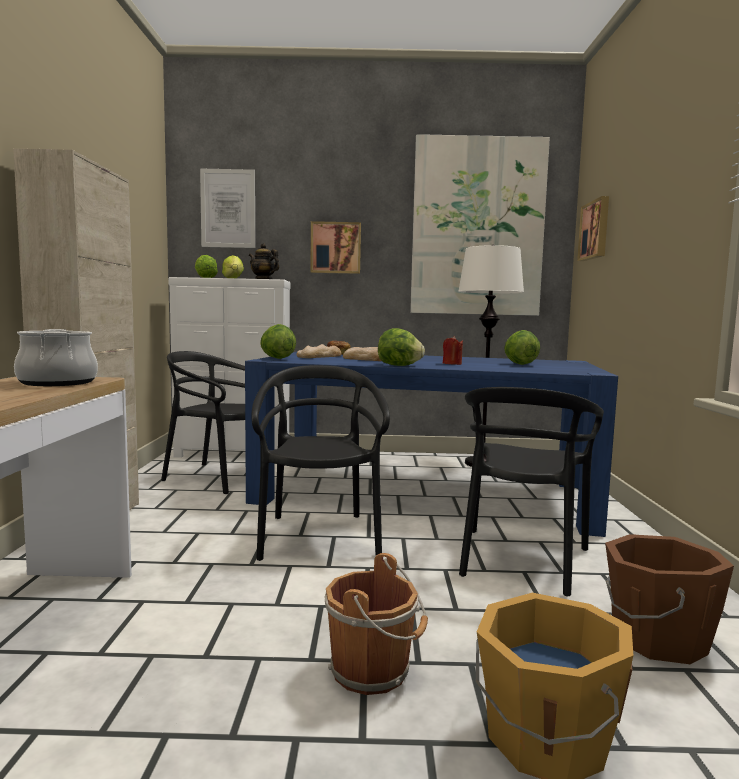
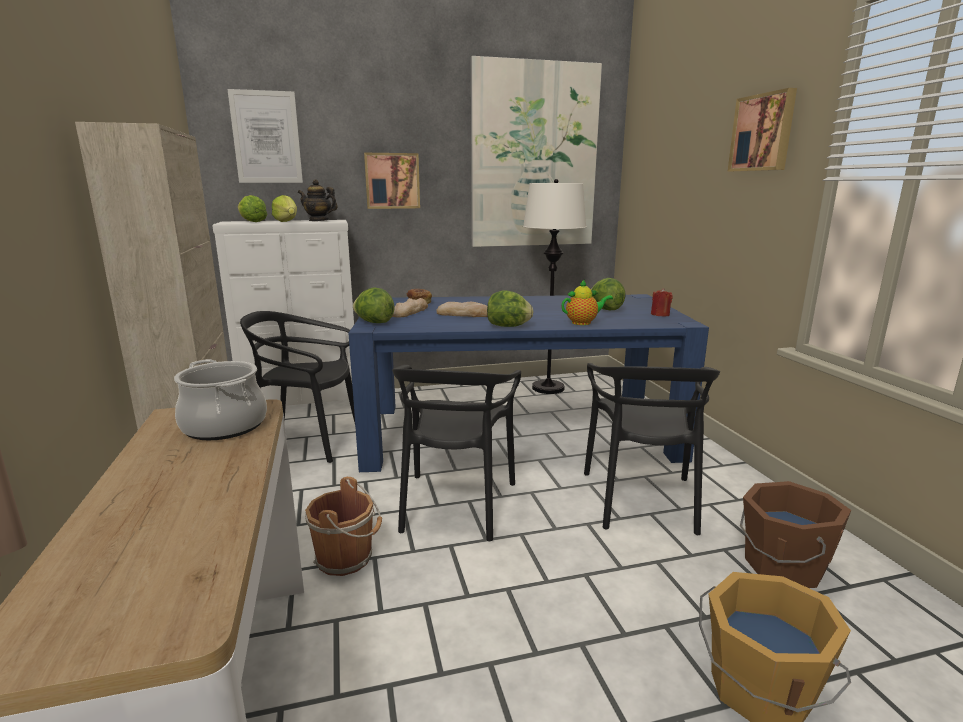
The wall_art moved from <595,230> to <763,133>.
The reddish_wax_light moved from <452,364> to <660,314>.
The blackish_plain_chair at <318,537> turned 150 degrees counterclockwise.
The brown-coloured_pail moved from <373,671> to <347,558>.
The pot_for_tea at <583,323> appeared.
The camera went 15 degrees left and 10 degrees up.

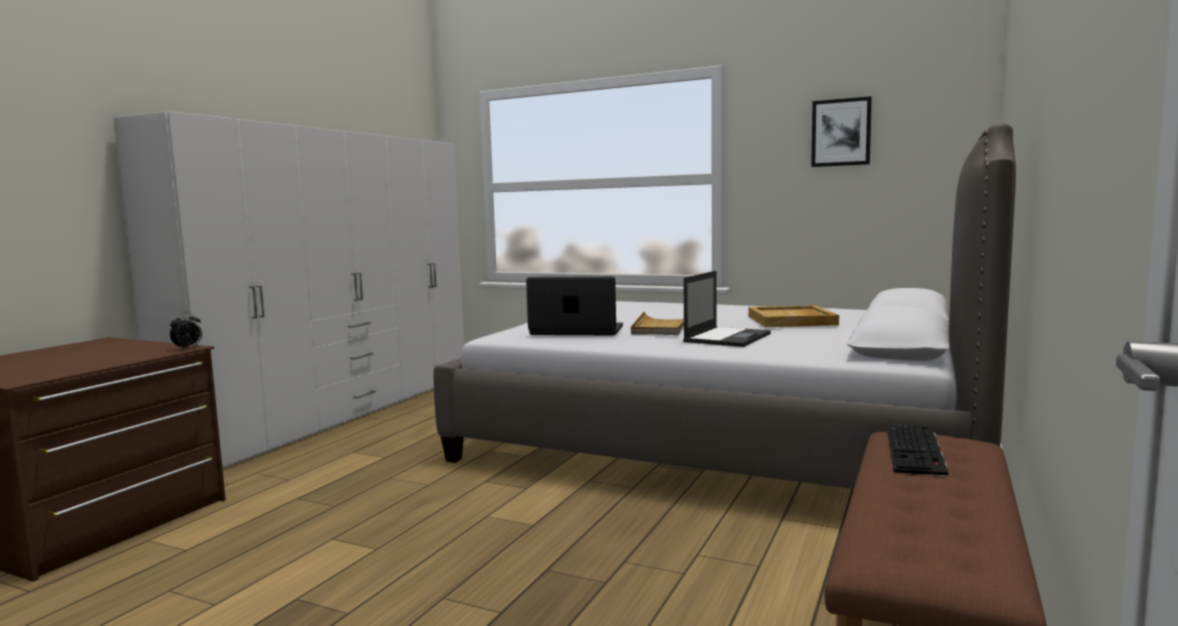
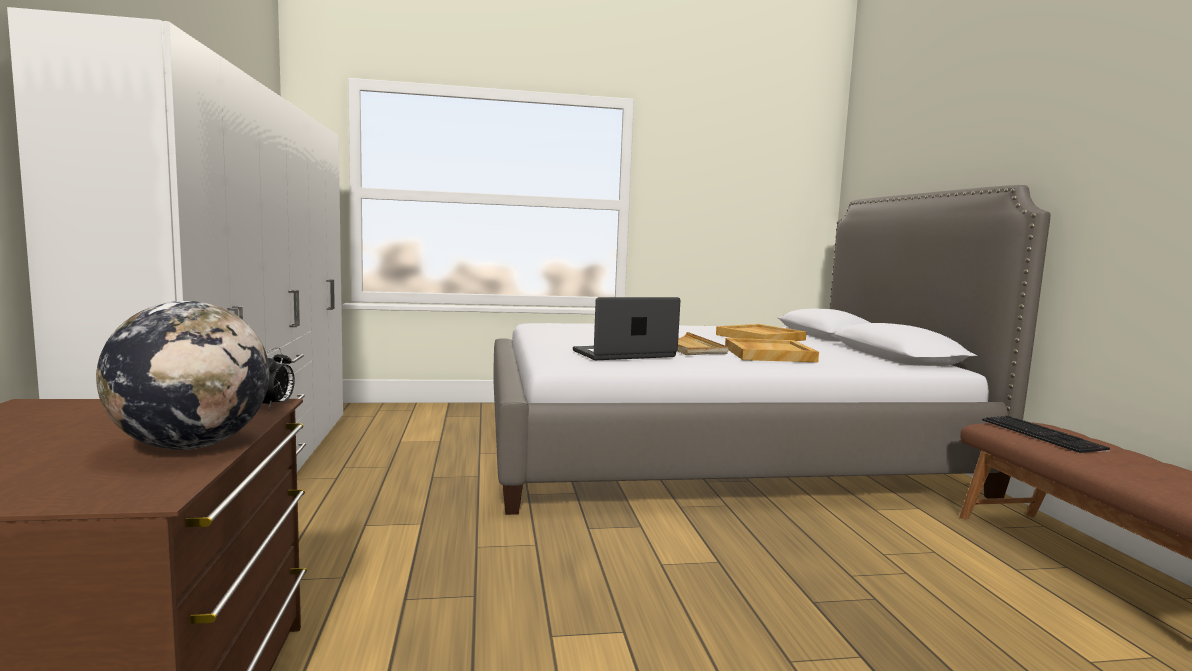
The wall_art at <841,132> disappeared.
The laptop at <727,337> was replaced by the sand-coloured_carrying_tray at <768,354>.
The globe at <191,446> appeared.
The camera went 35 degrees left and 0 degrees up.

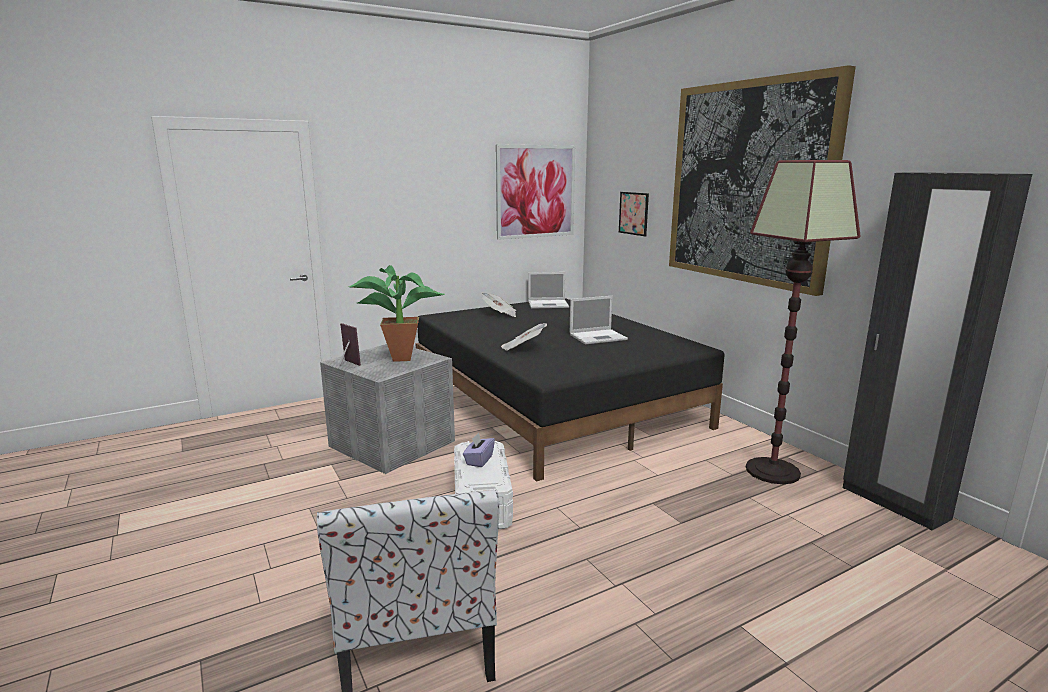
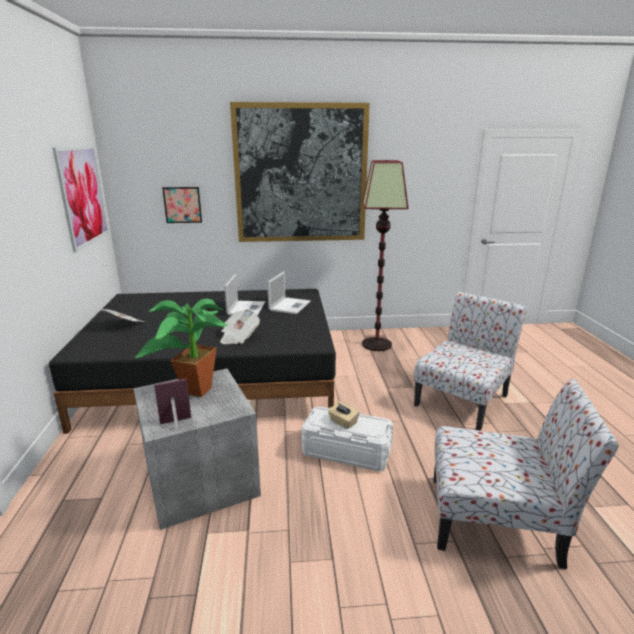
The blackish_armoire at <894,503> disappeared.
The laptop moved from <549,304> to <290,306>.
The purple-coloured_tissue_holder at <479,460> became the sand-coloured_tissue_holder at <343,422>.
The plain_chair at <463,399> appeared.
The camera went 65 degrees left and 5 degrees up.

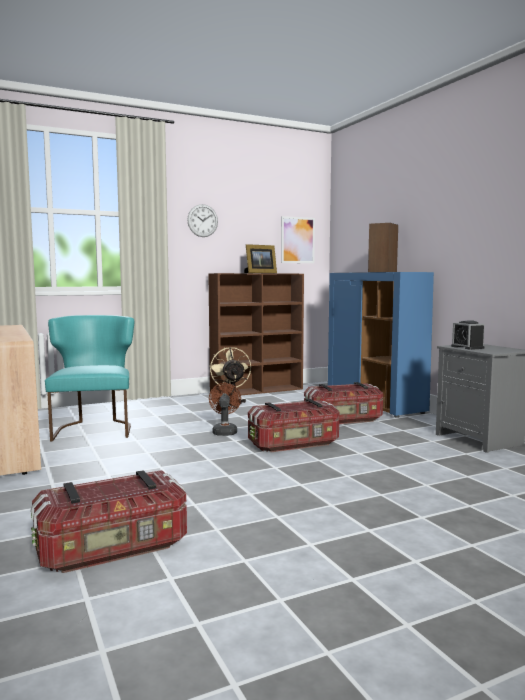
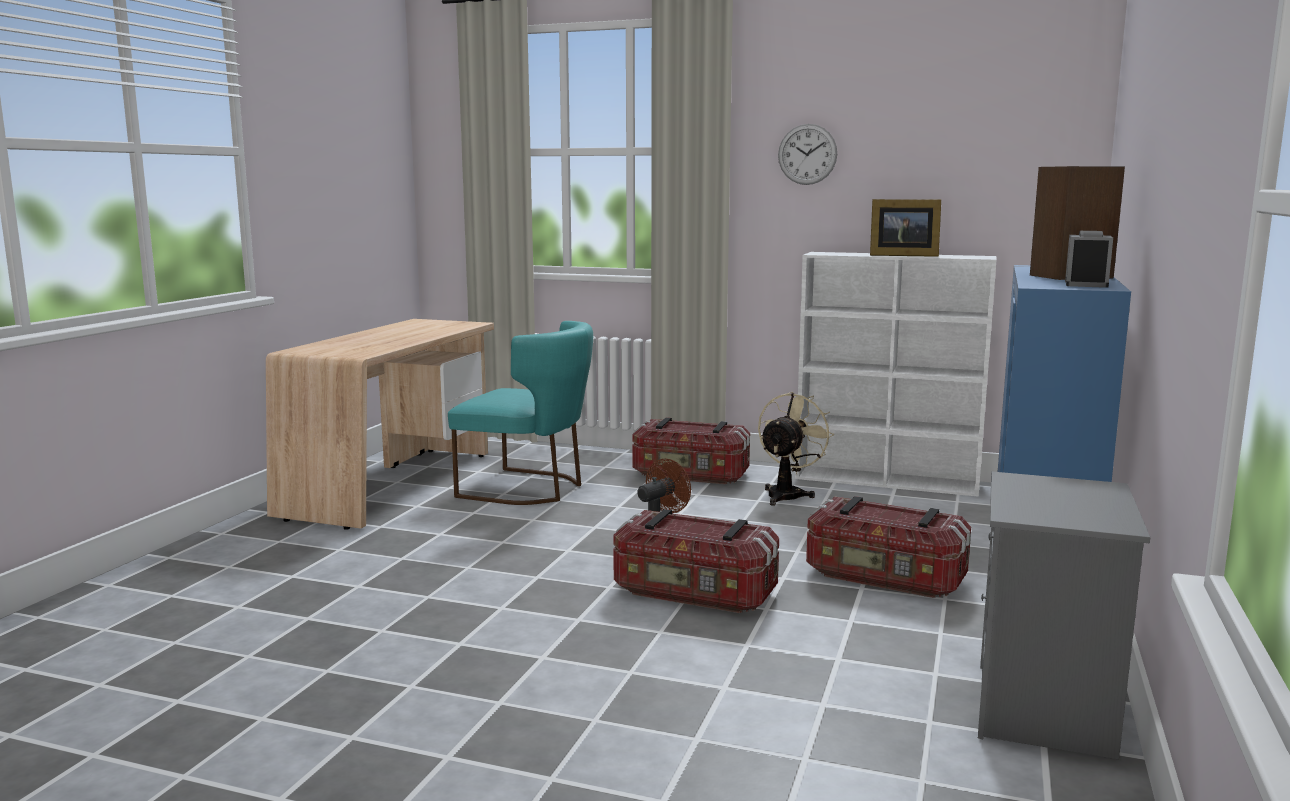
The wall_art at <297,240> disappeared.
The brown-coloured_bookshelf at <258,391> became the white-coloured_bookshelf at <888,481>.
The turquoise-coloured_plain_chair at <94,429> turned 75 degrees clockwise.
The bedside_clock moved from <467,347> to <1086,284>.
The storage_bin moved from <113,549> to <690,475>.
The camera went 45 degrees right and 5 degrees up.

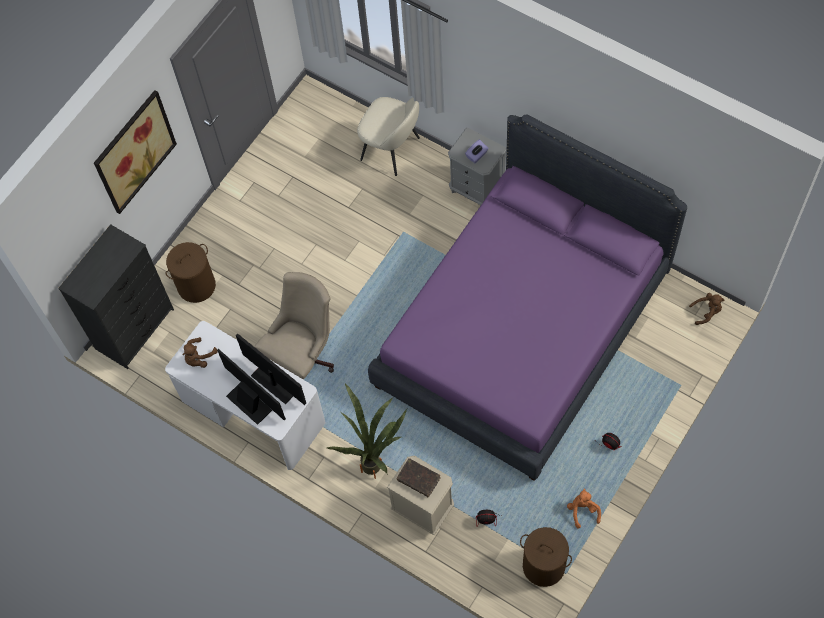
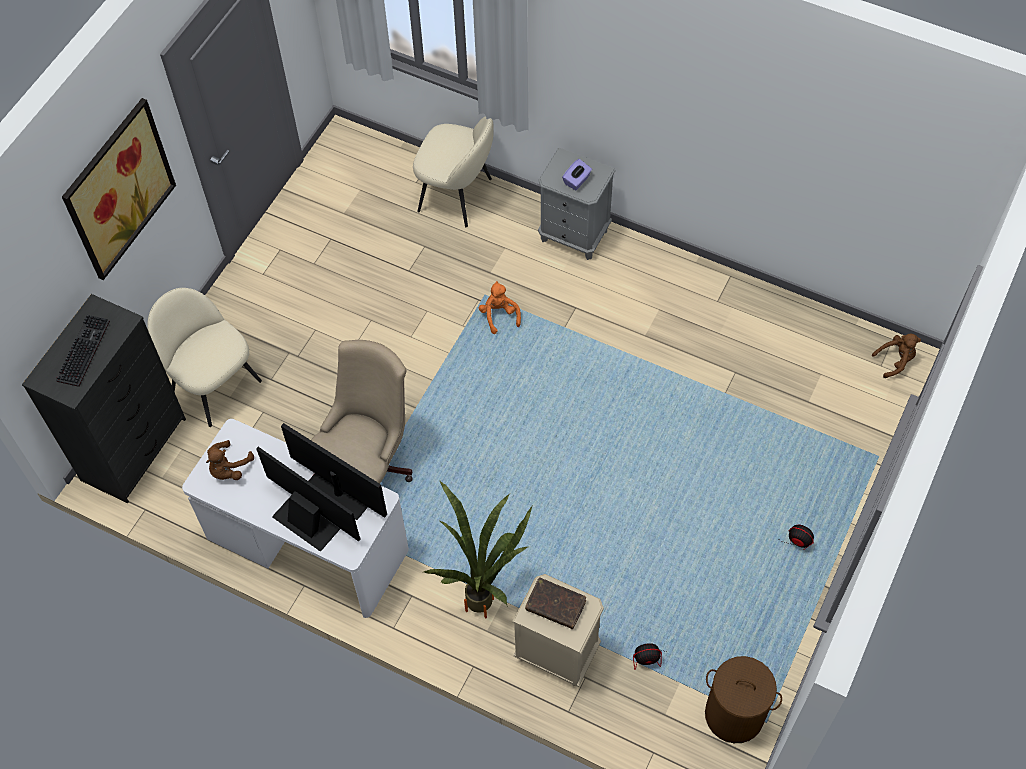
The purple-coloured_bed at <522,330> disappeared.
The brown-coloured_washing_basket at <196,285> was replaced by the sand-coloured_plain_chair at <214,385>.
The orange-coloured_cuddly_toy moved from <583,511> to <499,315>.
The PC_keyboard at <82,349> appeared.
The camera went 10 degrees left and 5 degrees down.

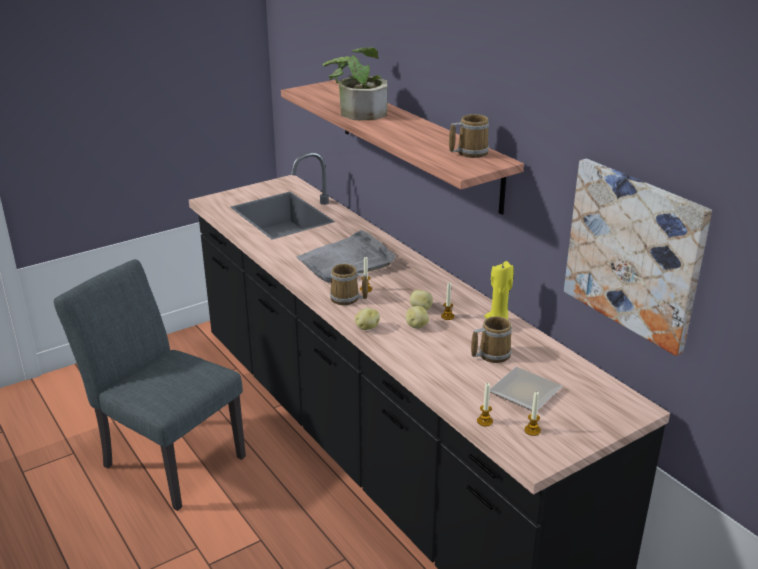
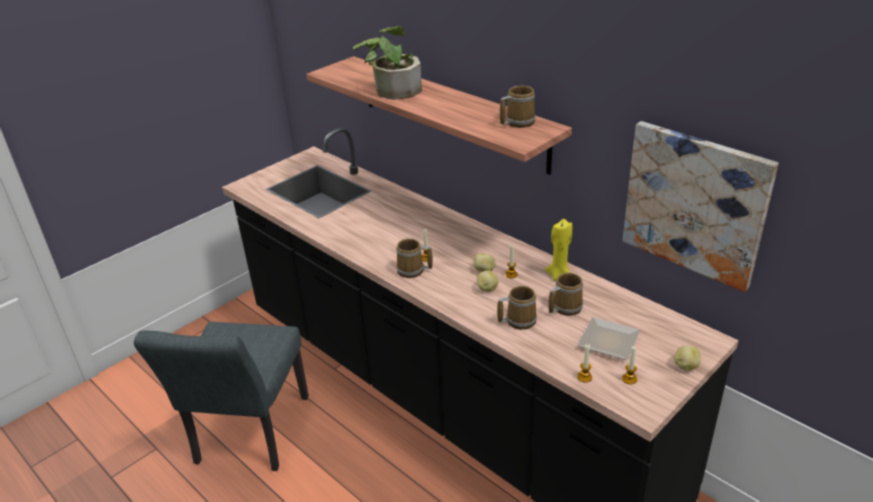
The gray_carrying_tray at <346,261> disappeared.
The gray_plain_chair at <166,457> turned 105 degrees counterclockwise.
The spud moved from <367,327> to <685,366>.
The mug at <518,320> appeared.
The camera went 10 degrees left and 5 degrees up.

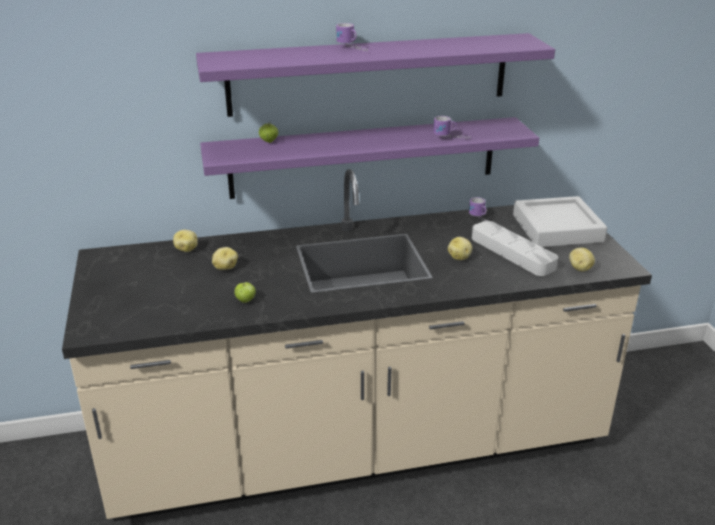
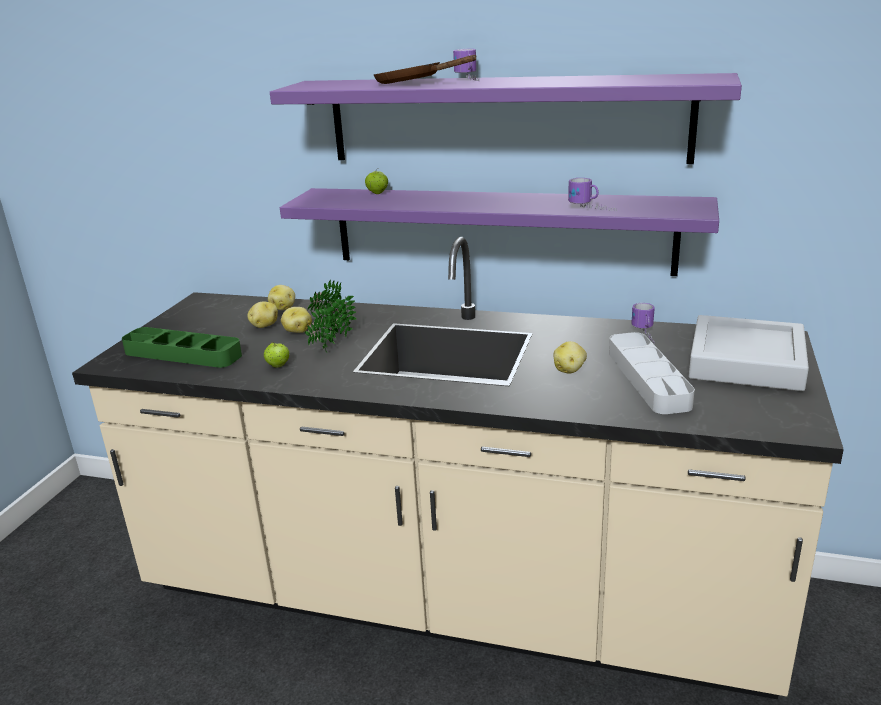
The spud moved from <579,268> to <264,326>.
The brown-coloured_pan at <414,83> appeared.
The plant_in_a_pot at <330,346> appeared.
The green_carrying_tray at <182,354> appeared.
The camera went 30 degrees right and 5 degrees down.

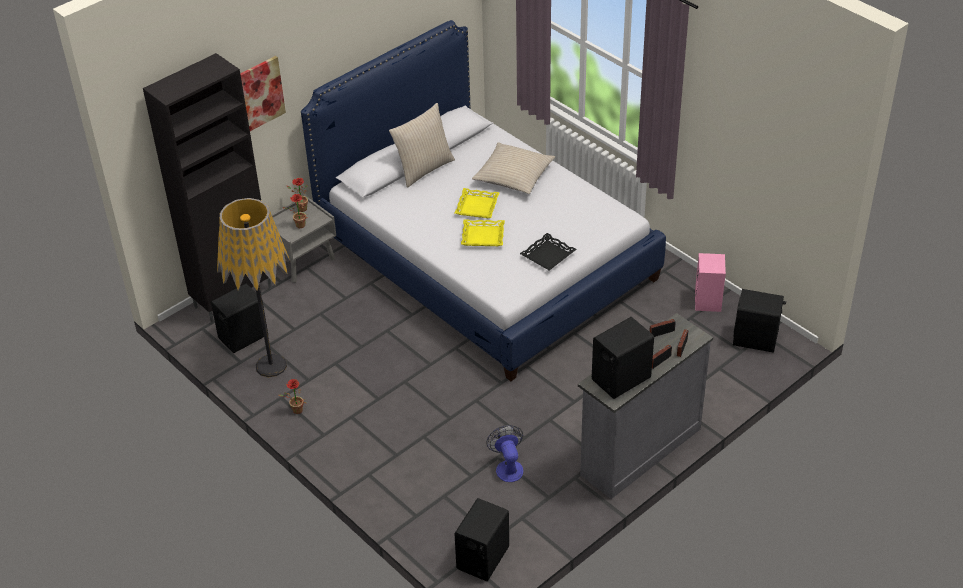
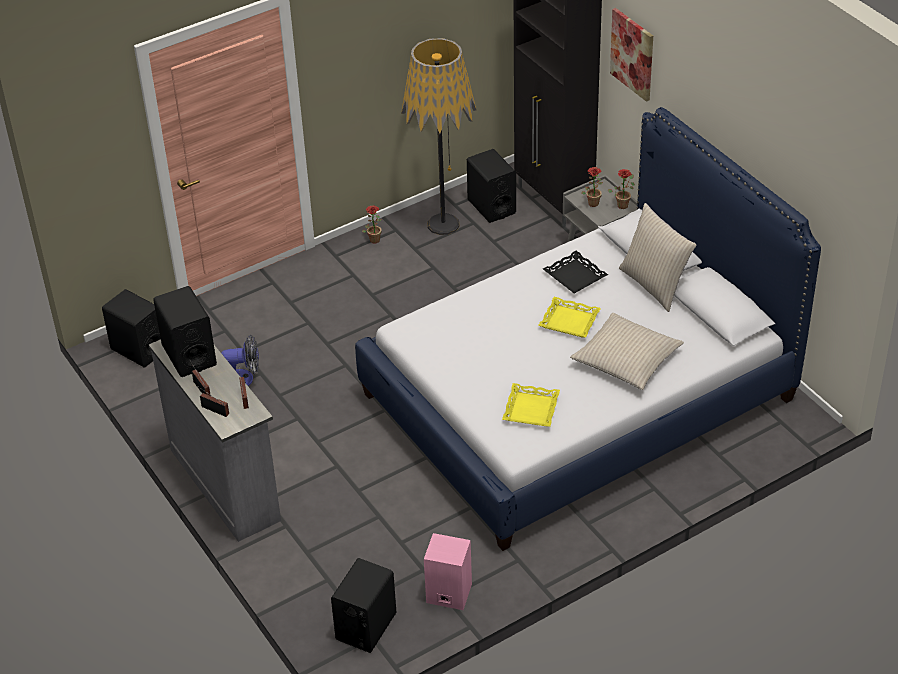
The yellowish_carrying_tray moved from <483,236> to <530,409>.
The blackish_carrying_tray moved from <548,256> to <574,276>.
The camera went 100 degrees right and 0 degrees up.

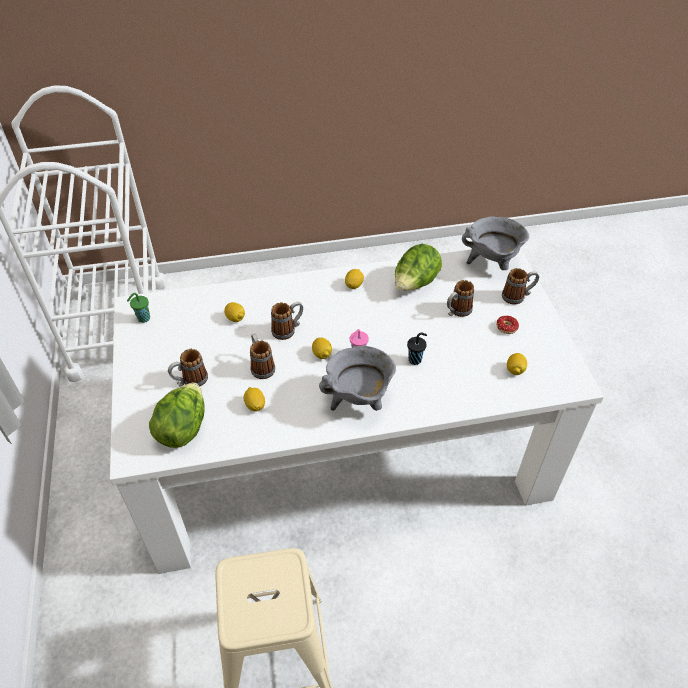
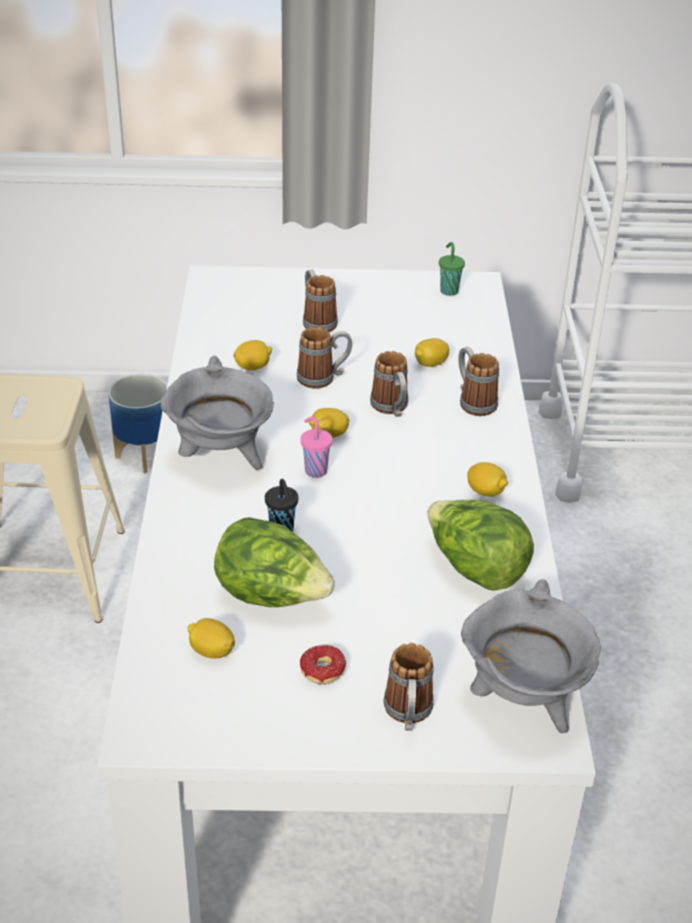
The mug moved from <457,312> to <473,401>.
The lettuce moved from <183,428> to <272,596>.
The flower_pot at <145,454> appeared.
The camera went 100 degrees right and 10 degrees down.

